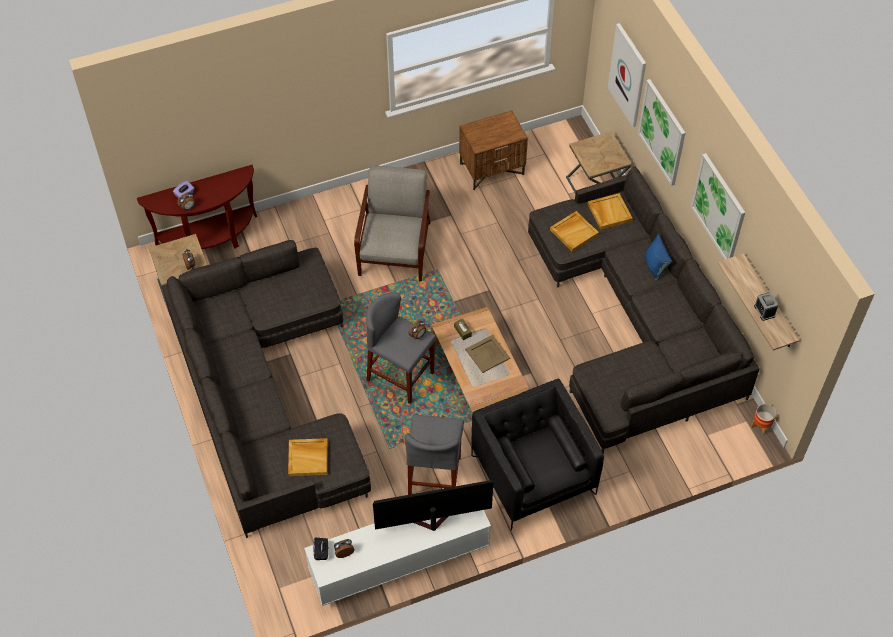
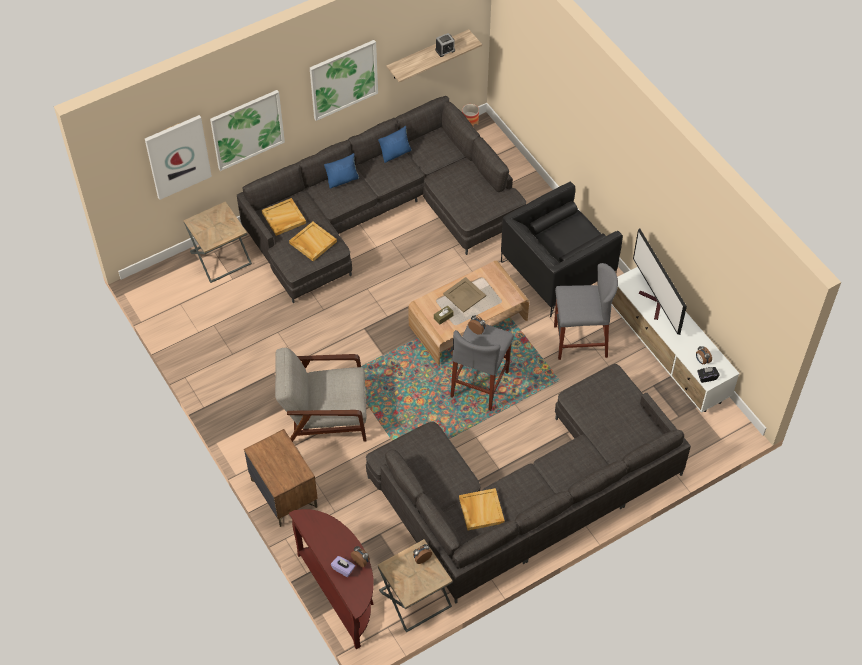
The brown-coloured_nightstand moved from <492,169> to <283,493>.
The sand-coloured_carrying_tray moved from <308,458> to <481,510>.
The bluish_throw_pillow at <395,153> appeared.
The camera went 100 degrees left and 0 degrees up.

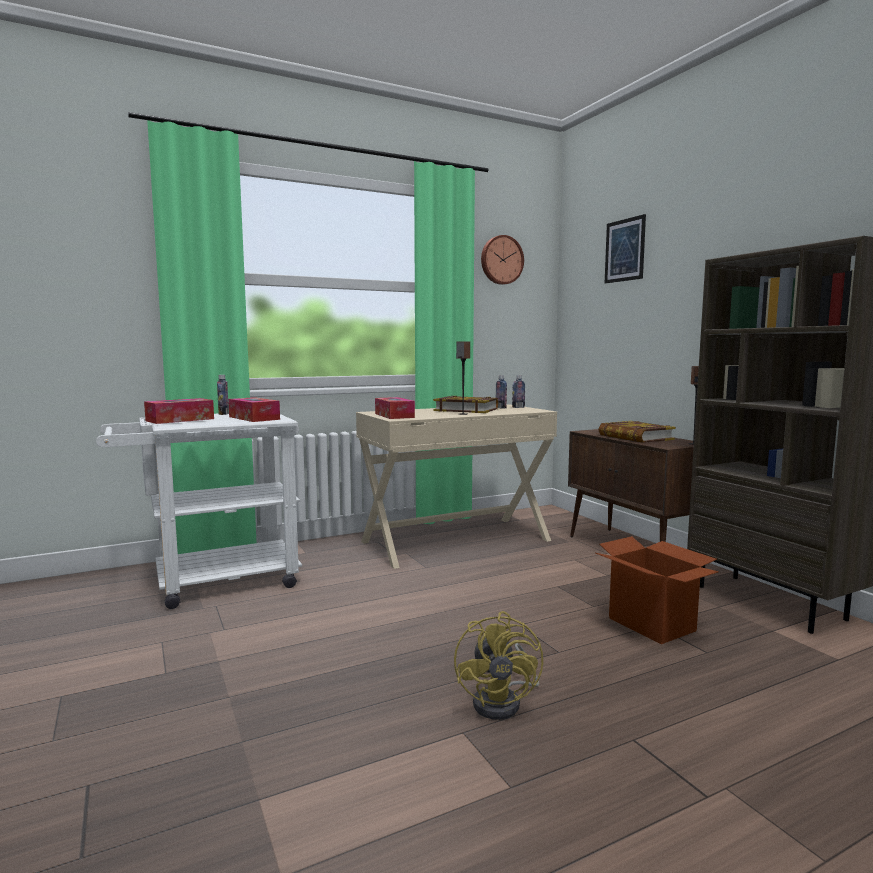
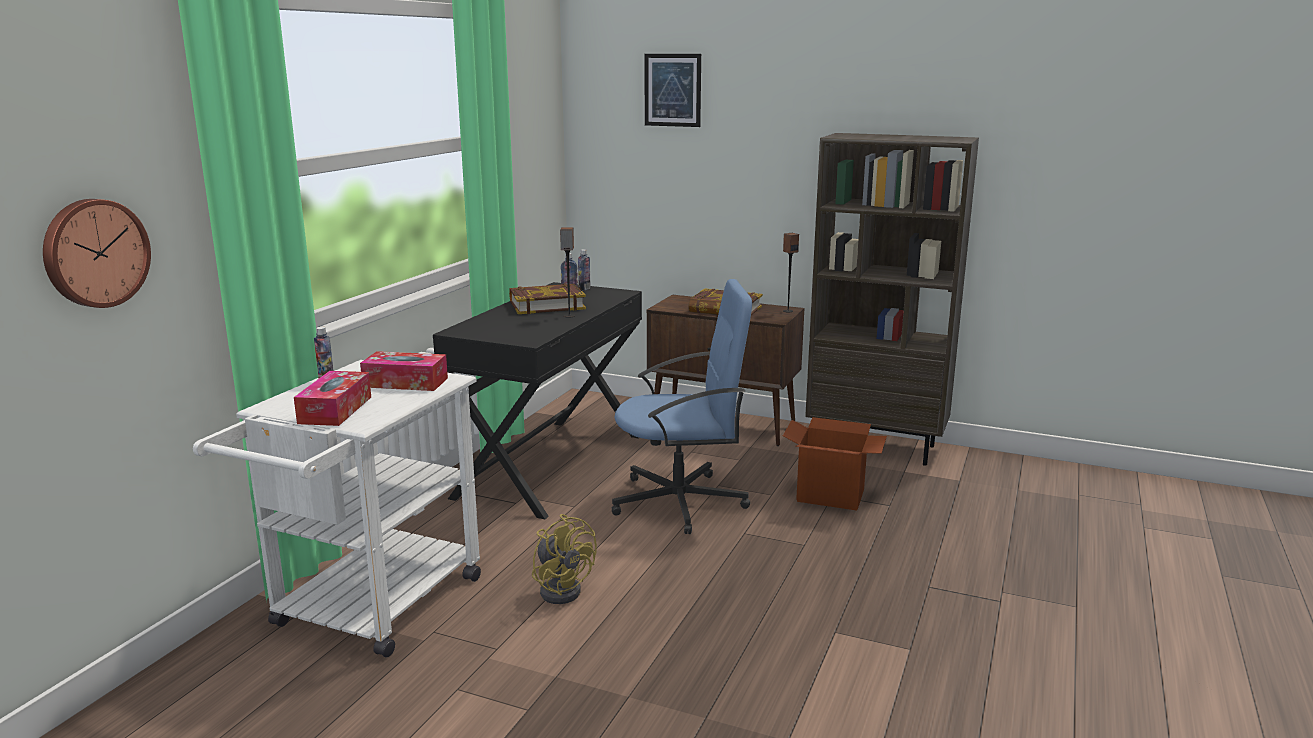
The hanging_clock moved from <501,260> to <94,253>.
The tissue_holder at <394,415> disappeared.
The sand-coloured_desk_table at <456,541> became the blackish_desk_table at <550,465>.
The yellowish_cooling_fan moved from <504,702> to <562,588>.
The bluish_office_chair at <681,502> appeared.
The camera went 40 degrees left and 10 degrees up.

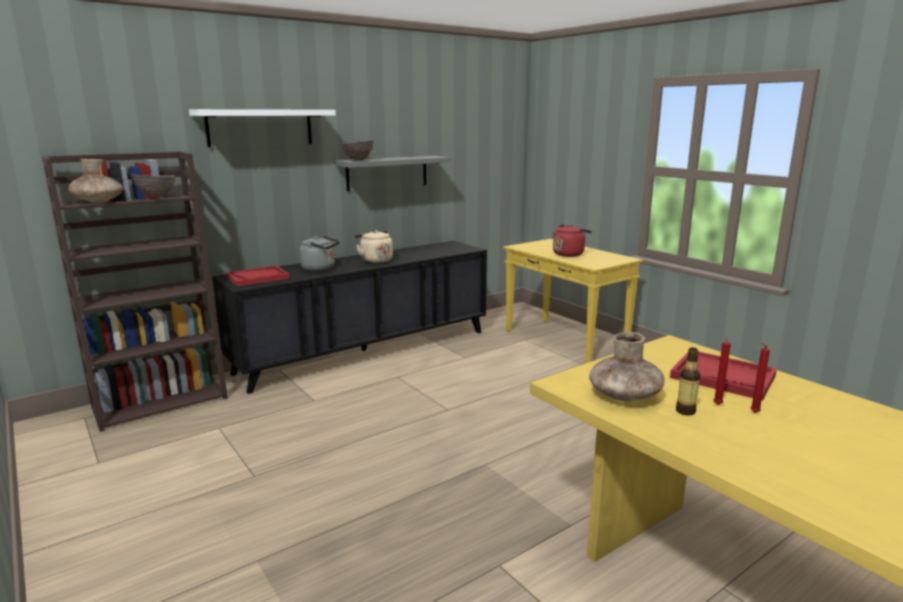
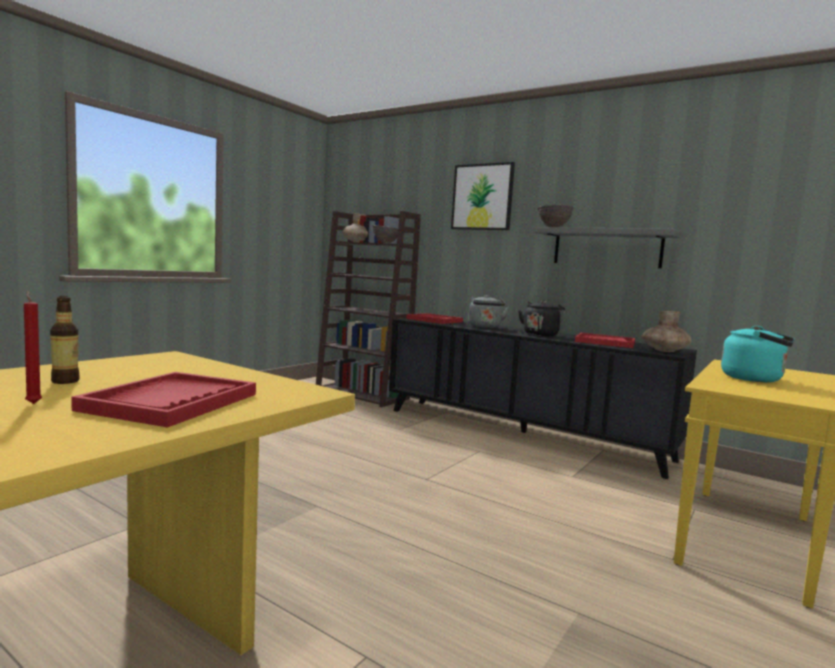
The white-coloured_shelf at <260,127> was replaced by the wall_art at <482,197>.
The reddish_water_kettle at <569,254> became the turquoise-coloured_water_kettle at <755,379>.
The sand-coloured_water_kettle at <375,260> became the blackish_water_kettle at <541,334>.
The brown-coloured_flower_vase moved from <624,396> to <664,351>.
The reddish_wax_light at <717,404> disappeared.
The reddish_carrying_tray at <604,342> appeared.
The camera went 70 degrees right and 10 degrees down.

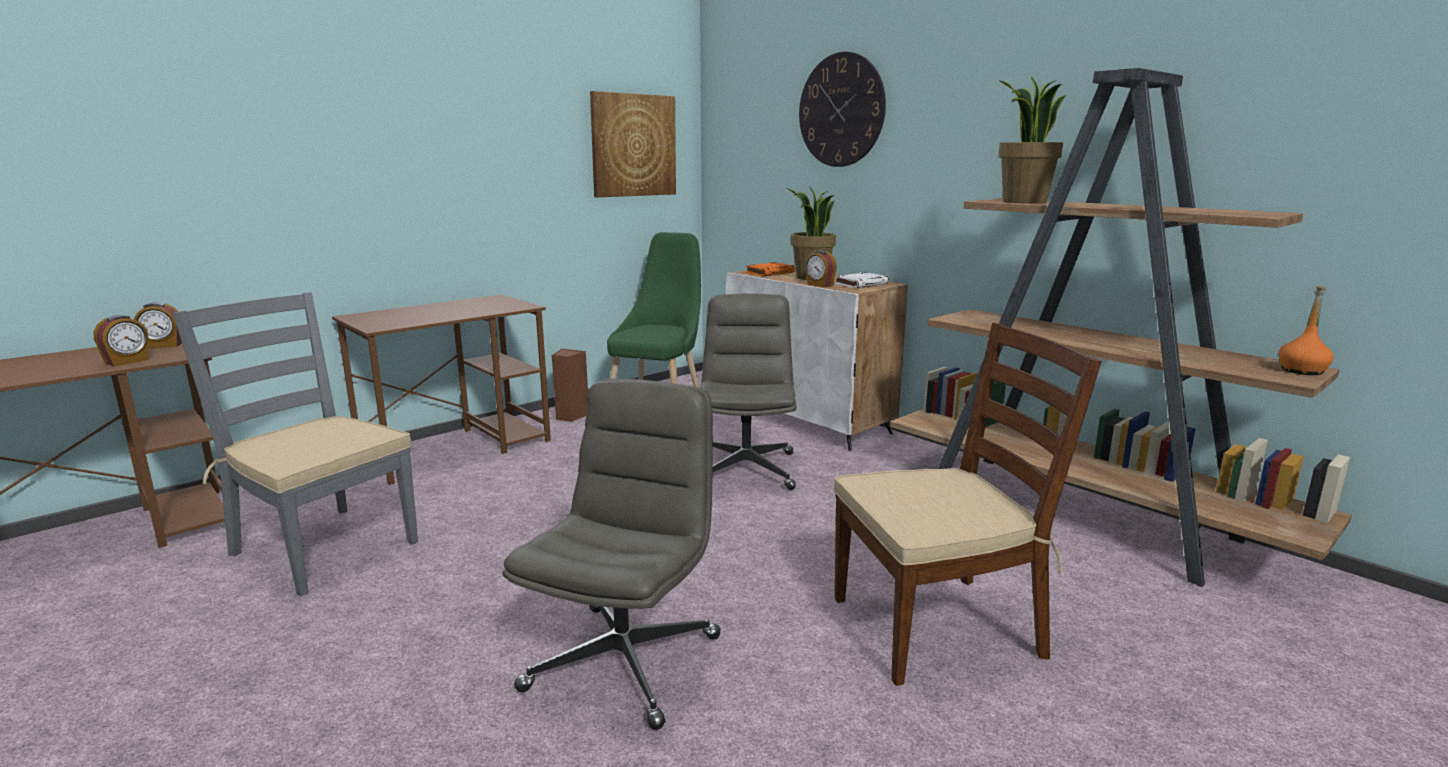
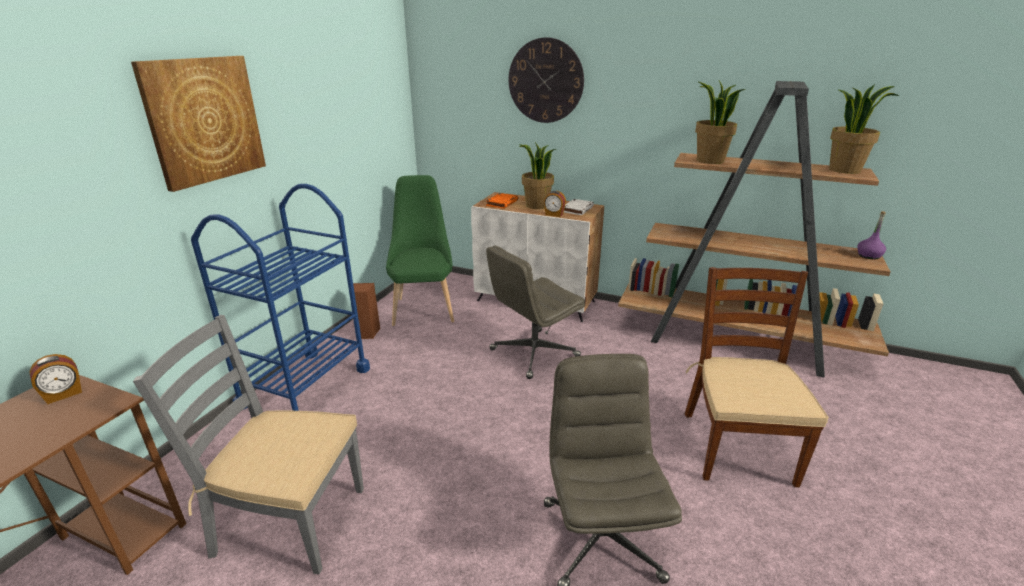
The wall_art moved from <633,145> to <204,120>.
The orange-coloured_drink_bottle at <1302,371> became the purple-coloured_drink_bottle at <869,256>.
The gray_office_chair at <745,469> turned 105 degrees counterclockwise.
The brown-coloured_desk_table at <458,448> was replaced by the bluish_wheeled_cart at <305,387>.
The bedside_clock at <127,361> disappeared.
The brown-coloured_plain_chair at <937,626> turned 45 degrees counterclockwise.
The plant_in_a_pot at <844,170> appeared.
The camera went 25 degrees left and 10 degrees up.

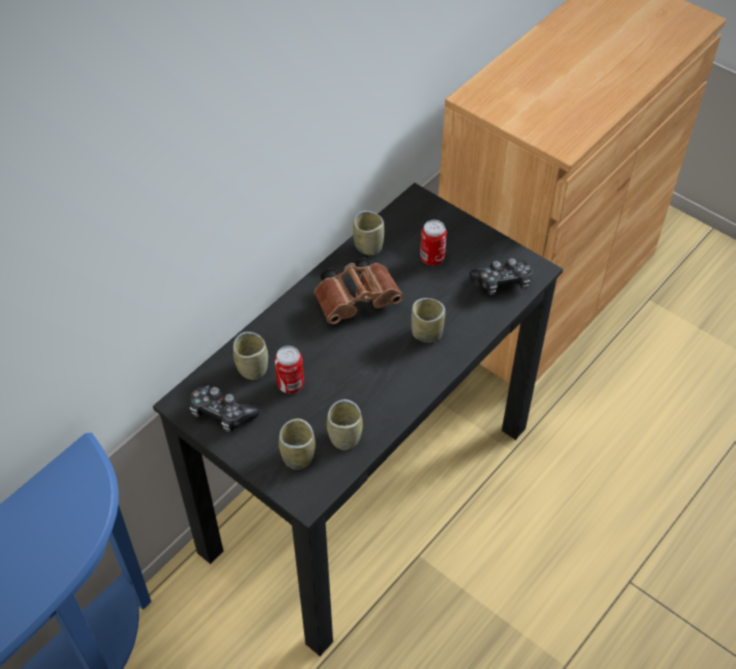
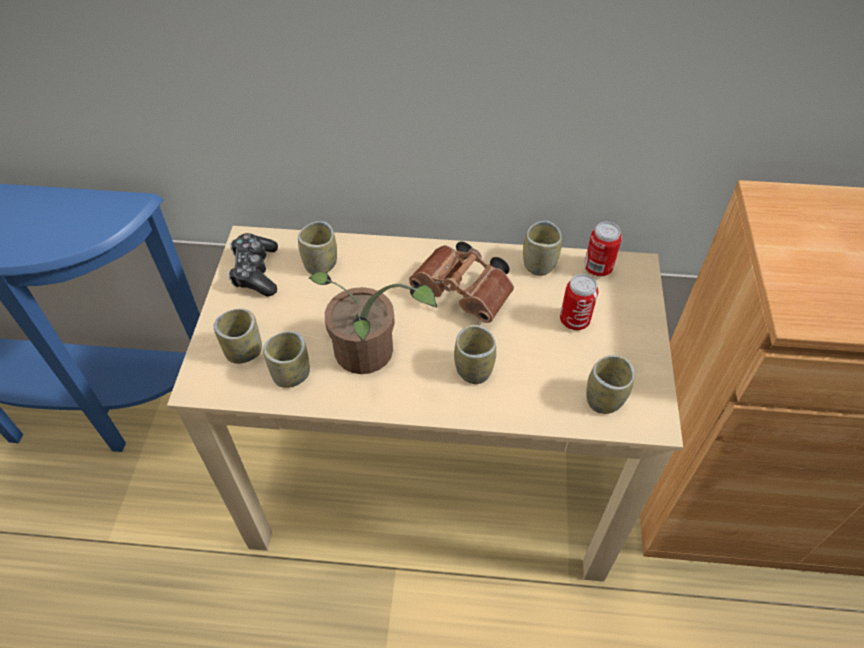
The blackish_desk_table at <368,487> became the sand-coloured_desk_table at <433,484>.
The gamepad at <503,282> was replaced by the cup at <604,399>.
The metal_can moved from <290,384> to <597,268>.
The plant_in_a_pot at <369,356> appeared.
The camera went 55 degrees right and 0 degrees up.

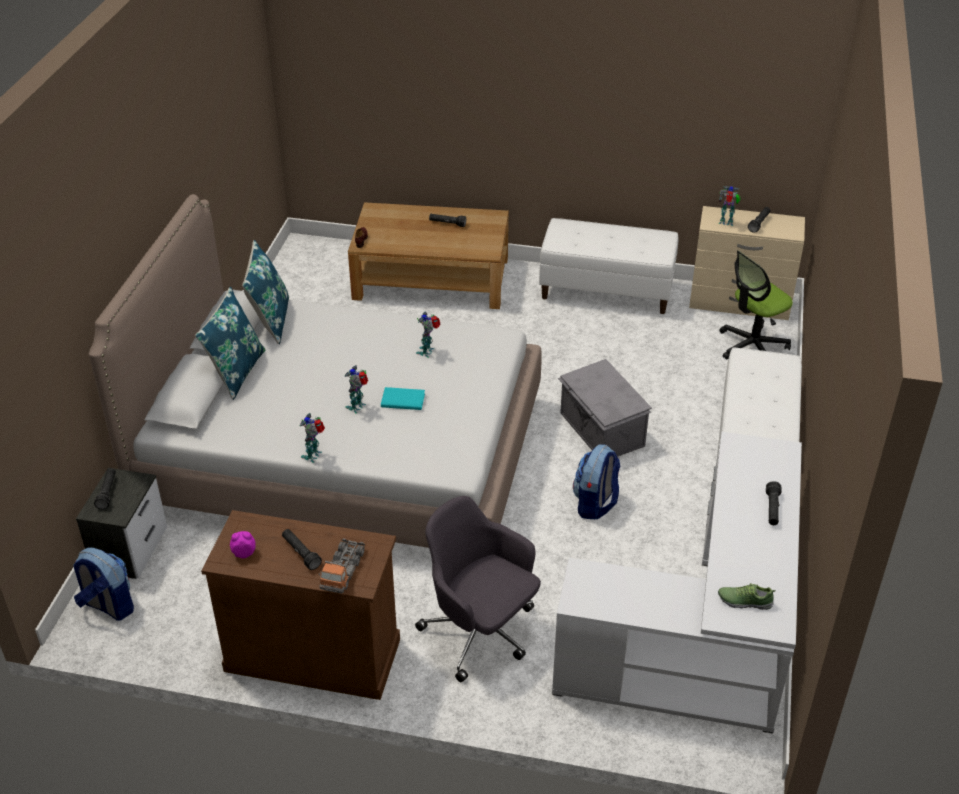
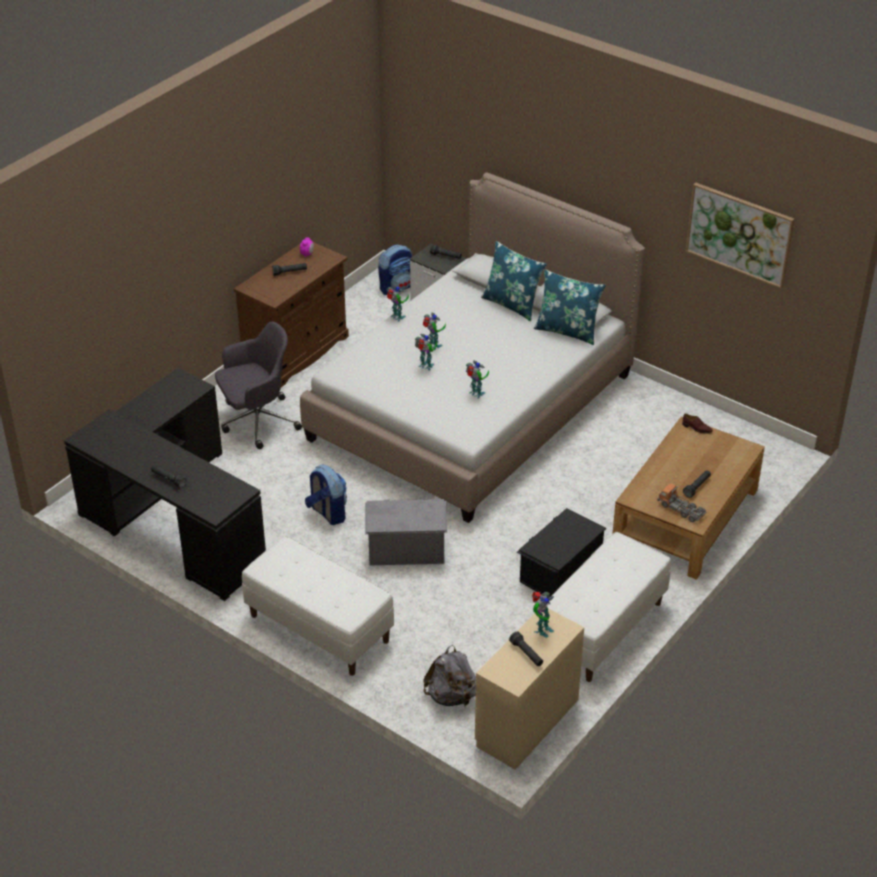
The office_chair at <752,347> was replaced by the gray_rucksack at <452,696>.
The turquoise-coloured_bound_book at <402,399> was replaced by the model_robot at <426,367>.
The white-coloured_desk_table at <703,636> became the blackish_desk_table at <171,517>.
The toy_lorry moved from <343,570> to <681,509>.
The item_of_footwear at <744,601> disappeared.
The wall_art at <739,234> appeared.
The blackish_storage_bin at <559,571> appeared.
The camera went 115 degrees right and 0 degrees up.

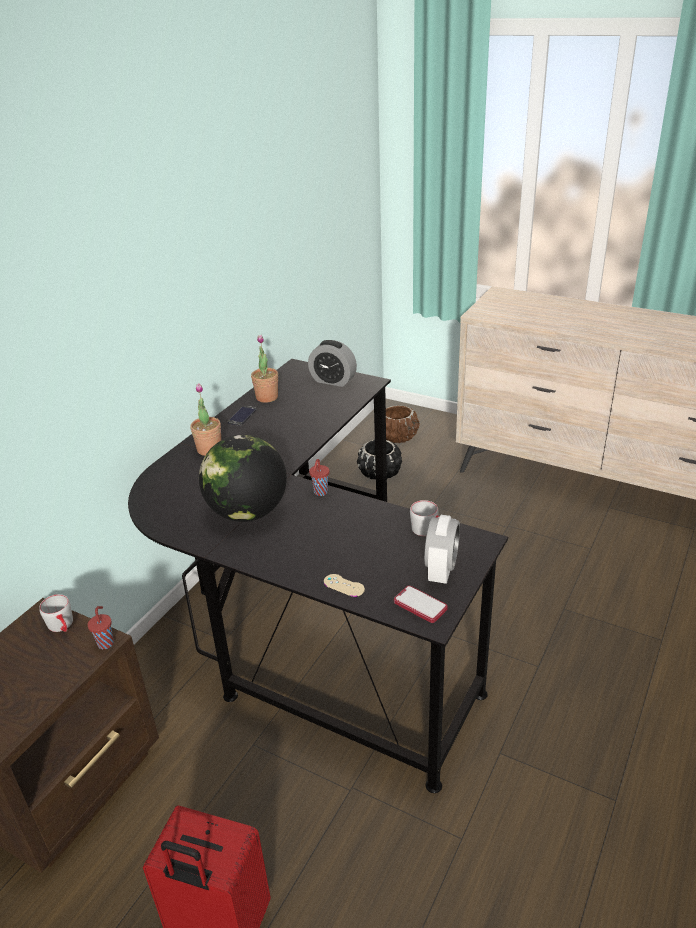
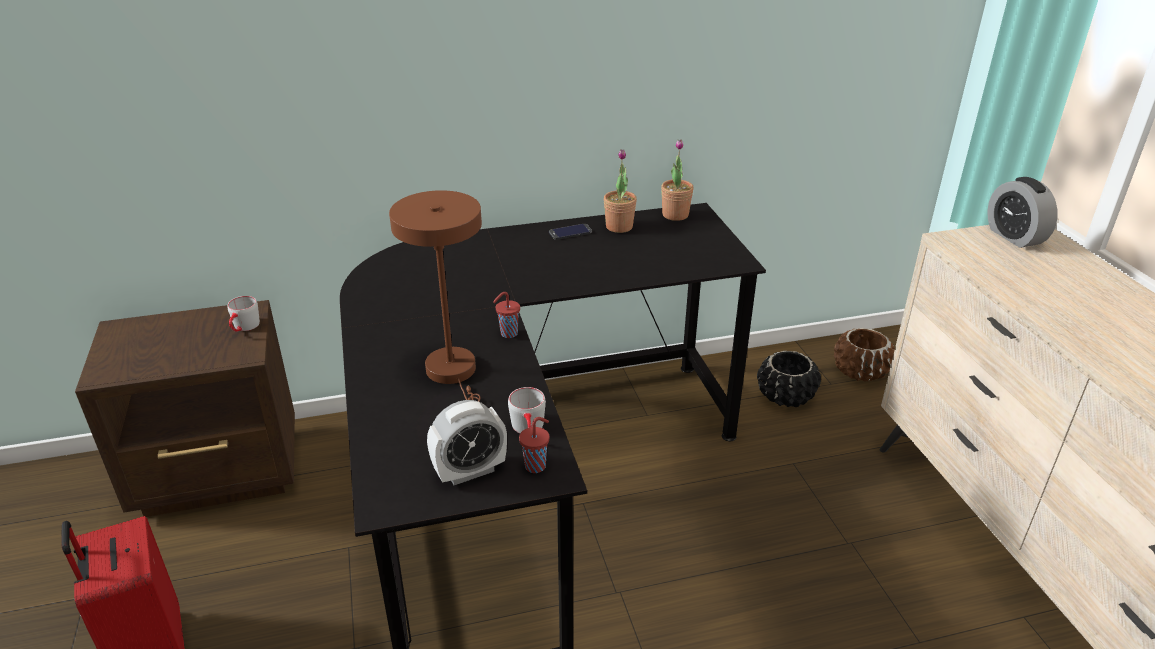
The bedside_clock moved from <333,381> to <1014,237>.
The plant_in_a_pot moved from <209,449> to <675,215>.
The globe at <247,513> disappeared.
The sand-coloured_gamepad at <344,585> disappeared.
The handset at <420,605> disappeared.
The reddish_cup moved from <106,643> to <536,466>.
The brown-coloured_lamp_for_a_table at <454,374> appeared.
The camera went 45 degrees right and 0 degrees up.

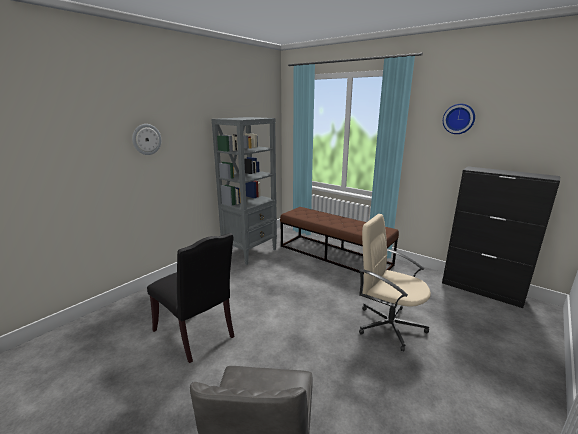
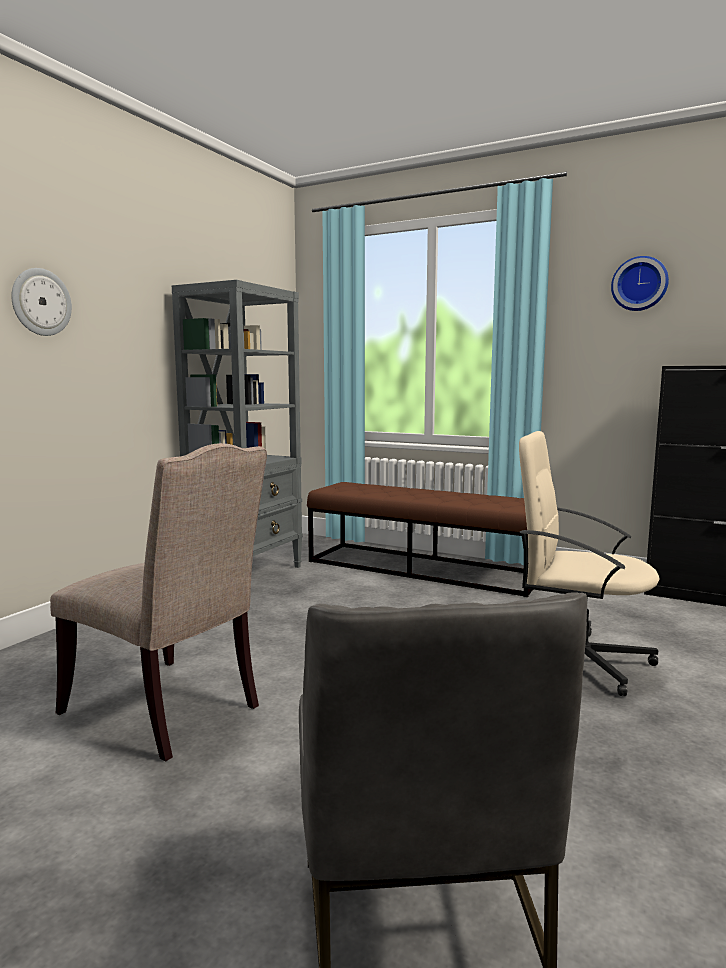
The blackish_plain_chair at <197,334> became the sand-coloured_plain_chair at <169,710>.
The camera went 10 degrees left and 10 degrees down.

